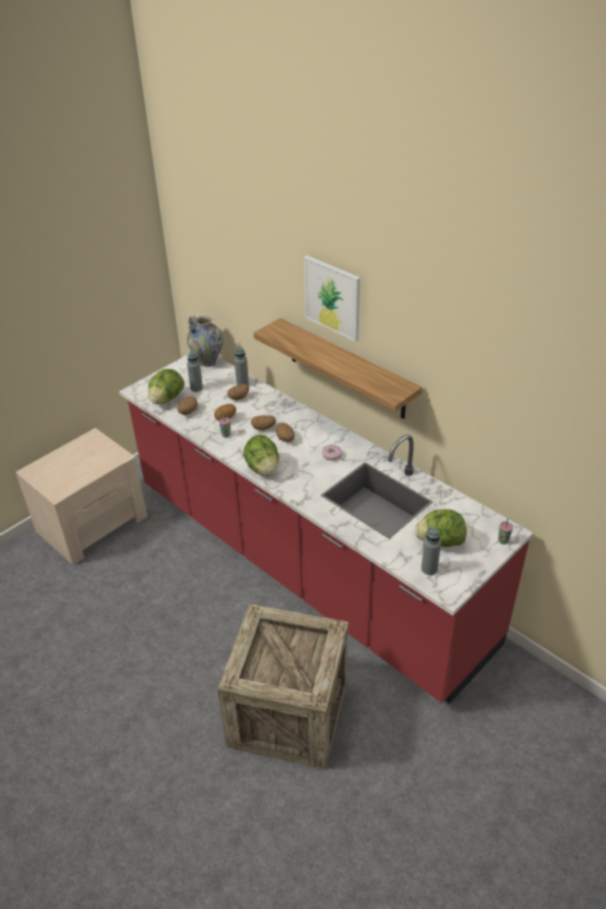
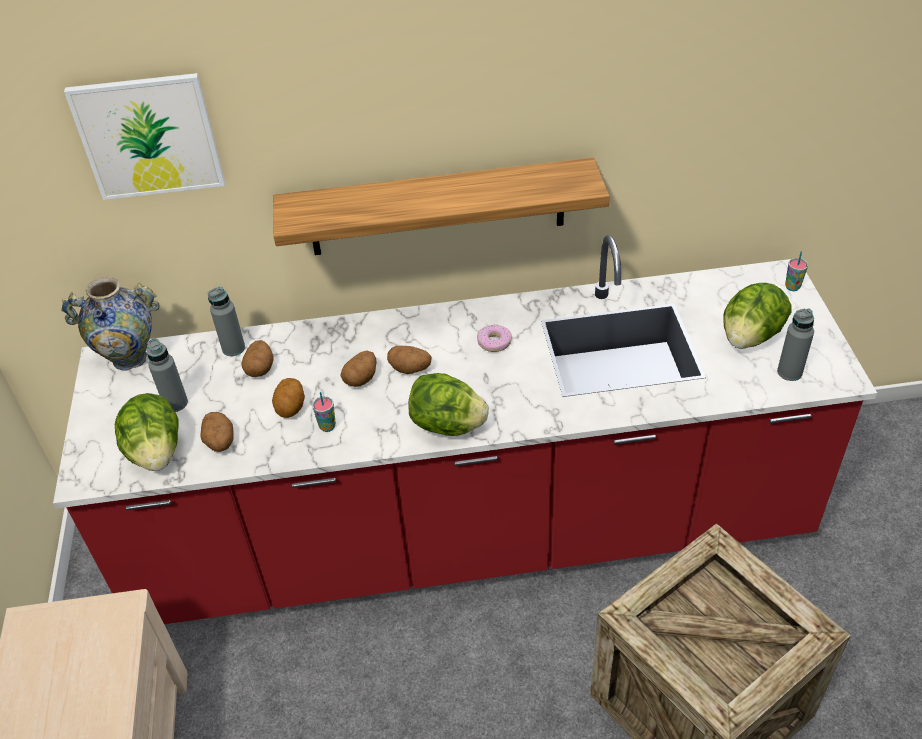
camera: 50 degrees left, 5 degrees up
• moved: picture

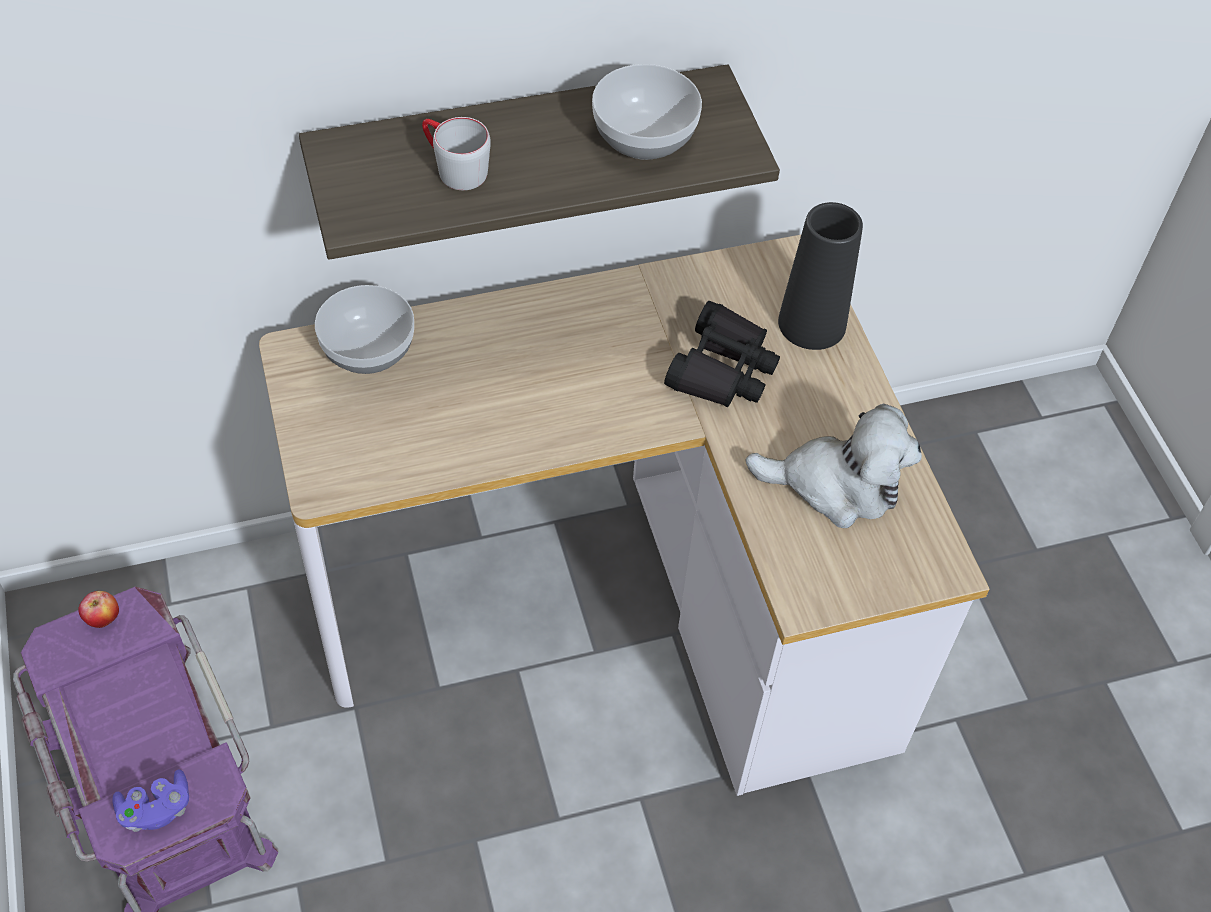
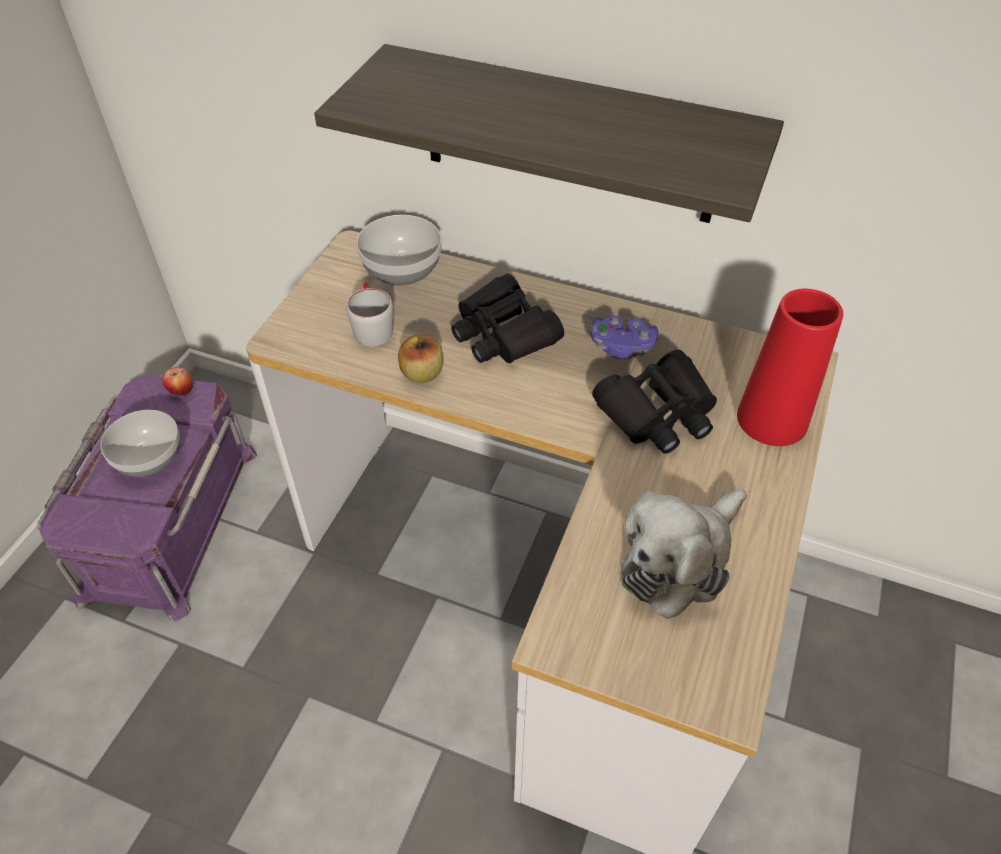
camera: 40 degrees right, 5 degrees down
• moved: purple game controller
• moved: grey mug
• moved: bowl (2nd from left in the first image) to bowl (1st from left)
• turned: plush toy 90 degrees clockwise
• recoloured: black vase to red vase
• added: apple (2nd from left)
• added: black binoculars (1st from left)

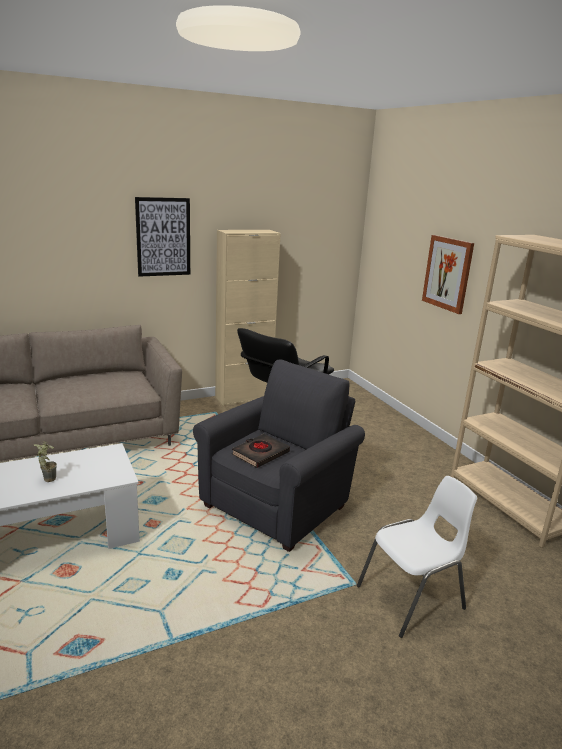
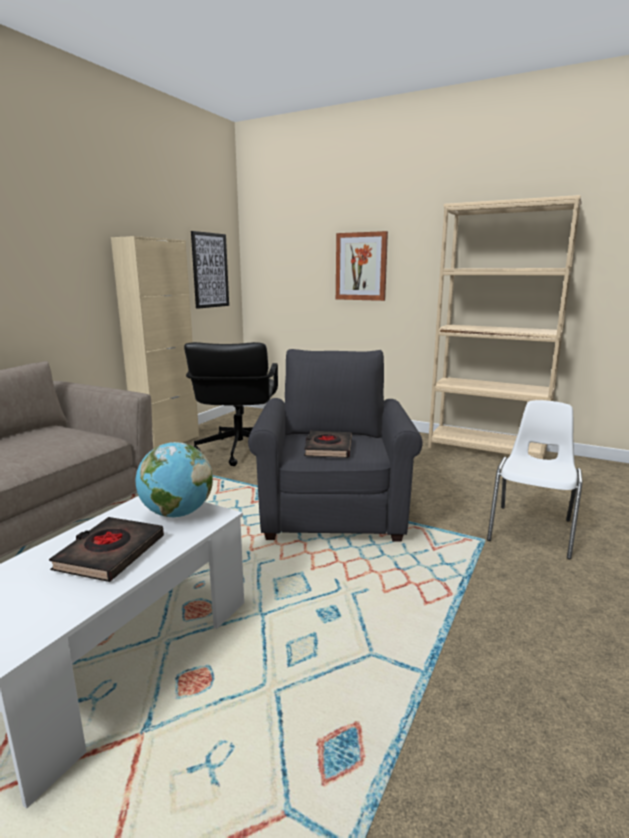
camera: 35 degrees left, 5 degrees down
• replaced: potted plant to black book (1st from left)
• moved: picture (1st from left)
• added: globe

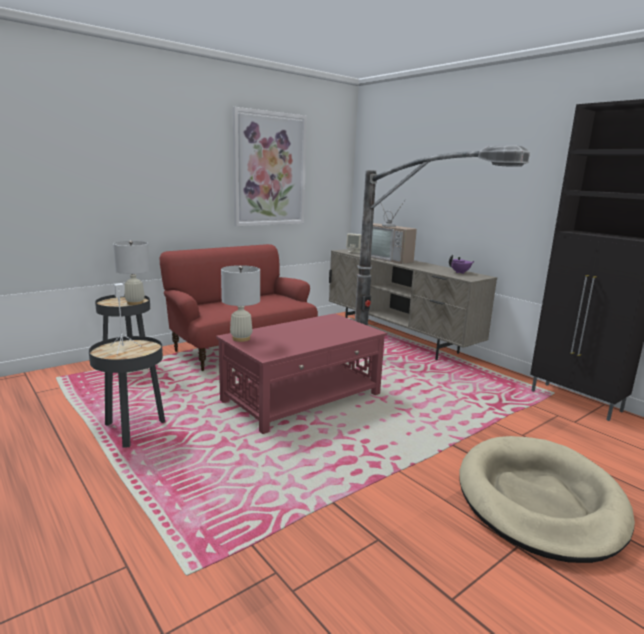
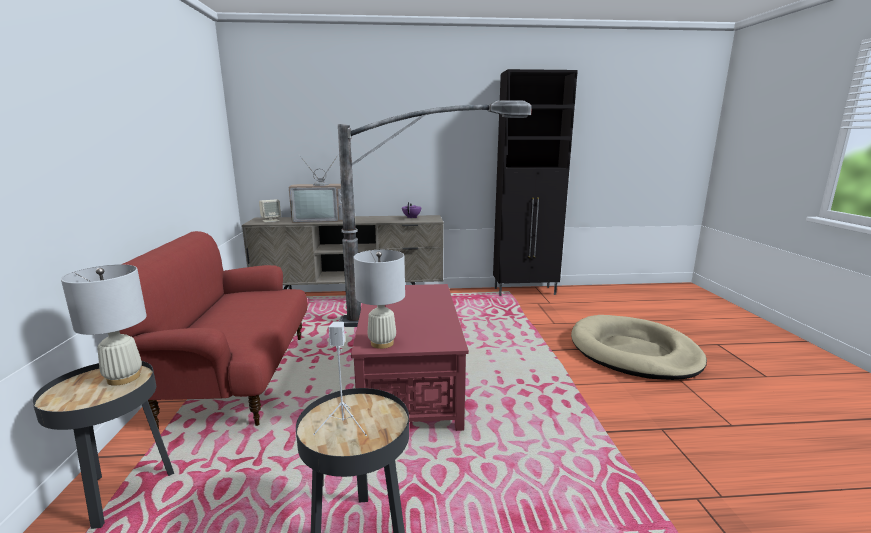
camera: 55 degrees left, 0 degrees up
• removed: picture

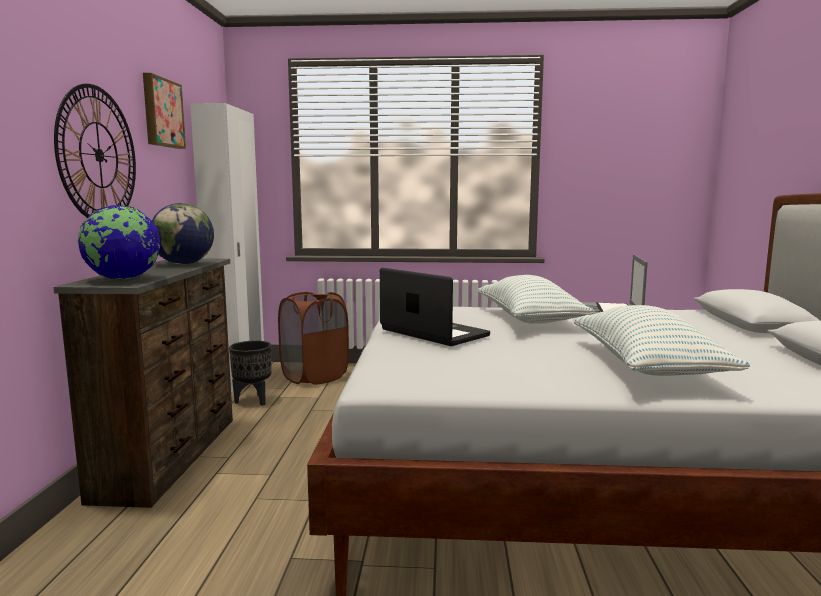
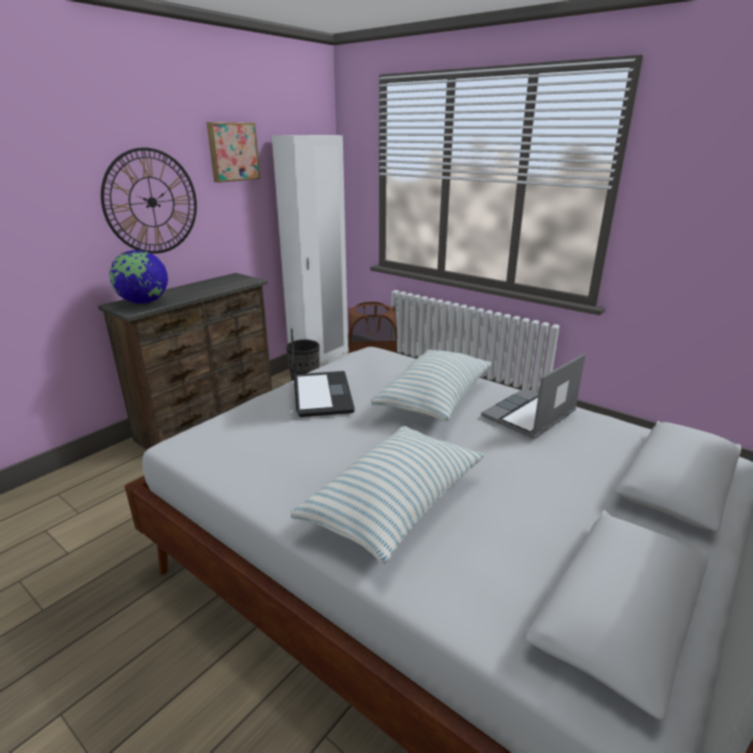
camera: 35 degrees right, 15 degrees up
• removed: globe (2nd from left)

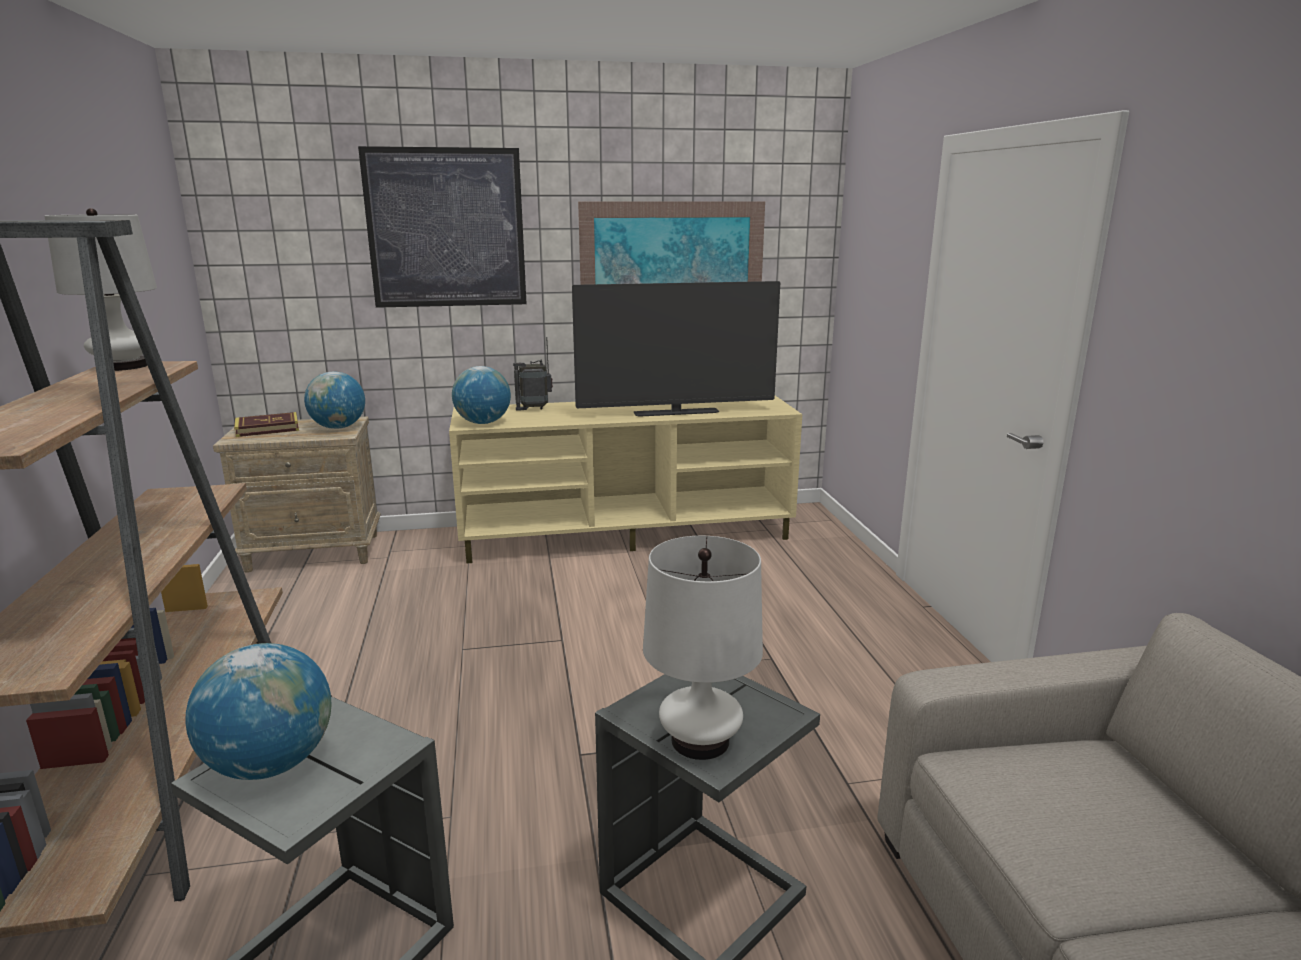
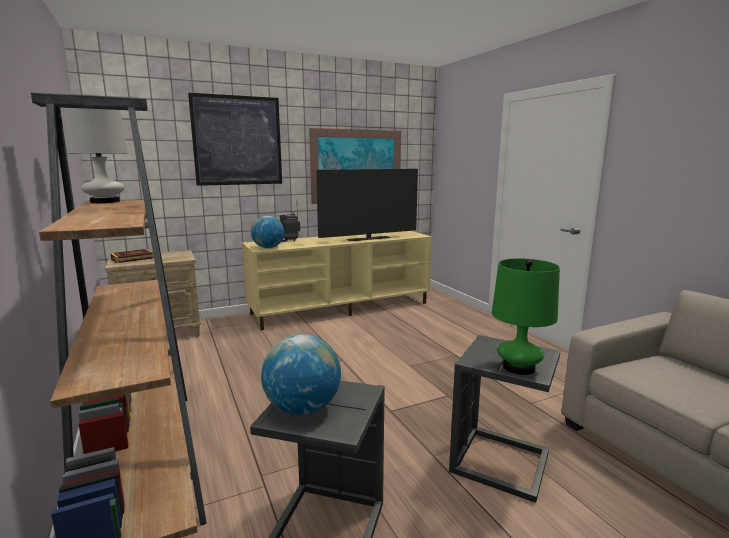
camera: 15 degrees left, 5 degrees down
• removed: globe (2nd from left)
• recoloured: white table lamp (2nd from left) to green table lamp

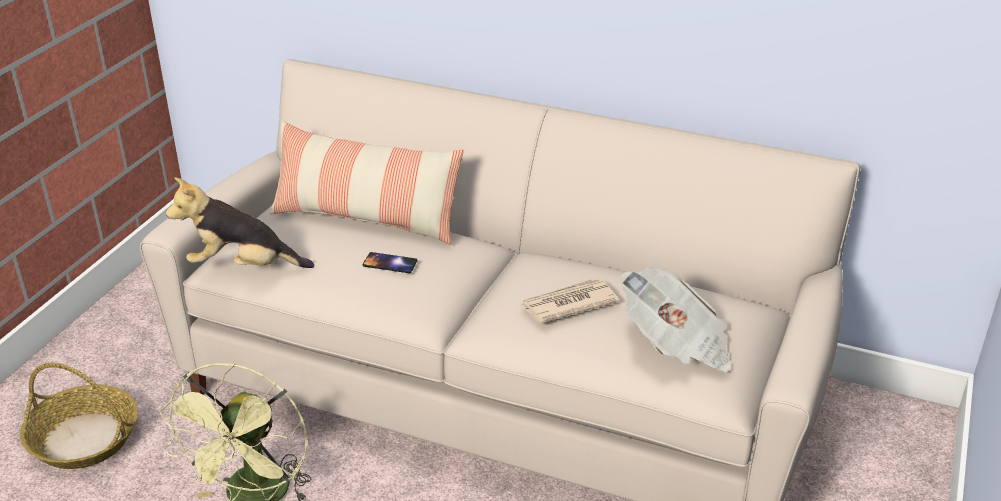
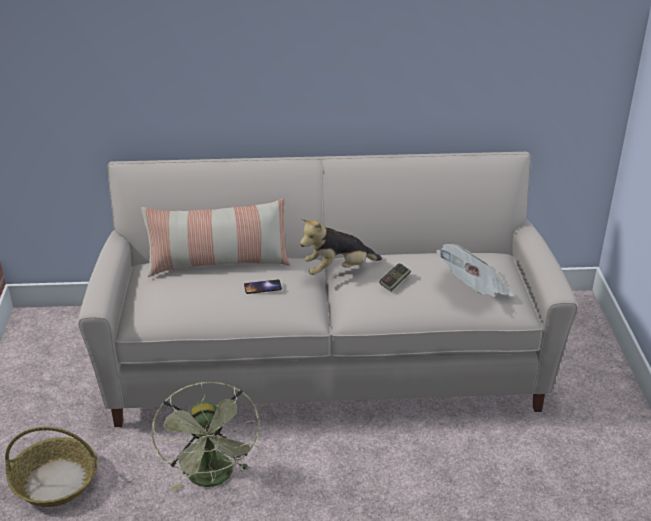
camera: 25 degrees left, 0 degrees up
• moved: plush toy
• replaced: newspaper (1st from left) to game controller

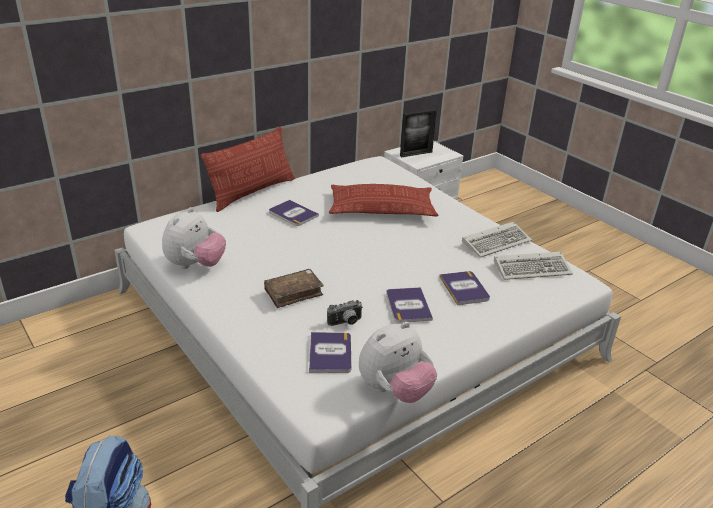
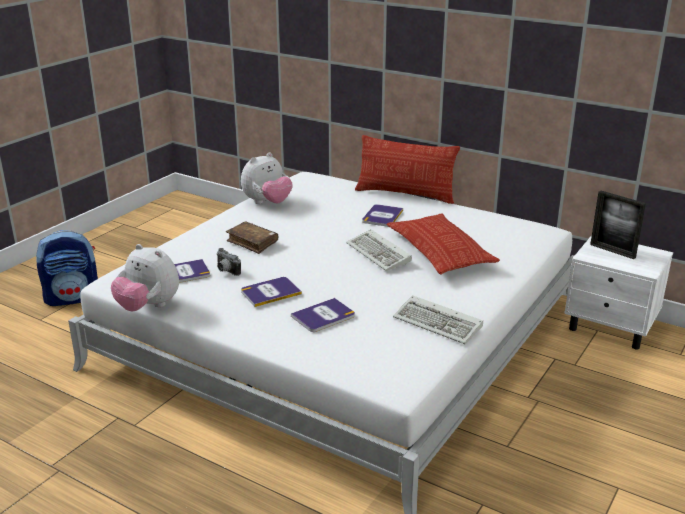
camera: 70 degrees right, 5 degrees down
• turned: plush toy (1st from left in the first image) 45 degrees counterclockwise
• moved: keyboard (2nd from left in the first image) to keyboard (1st from left)

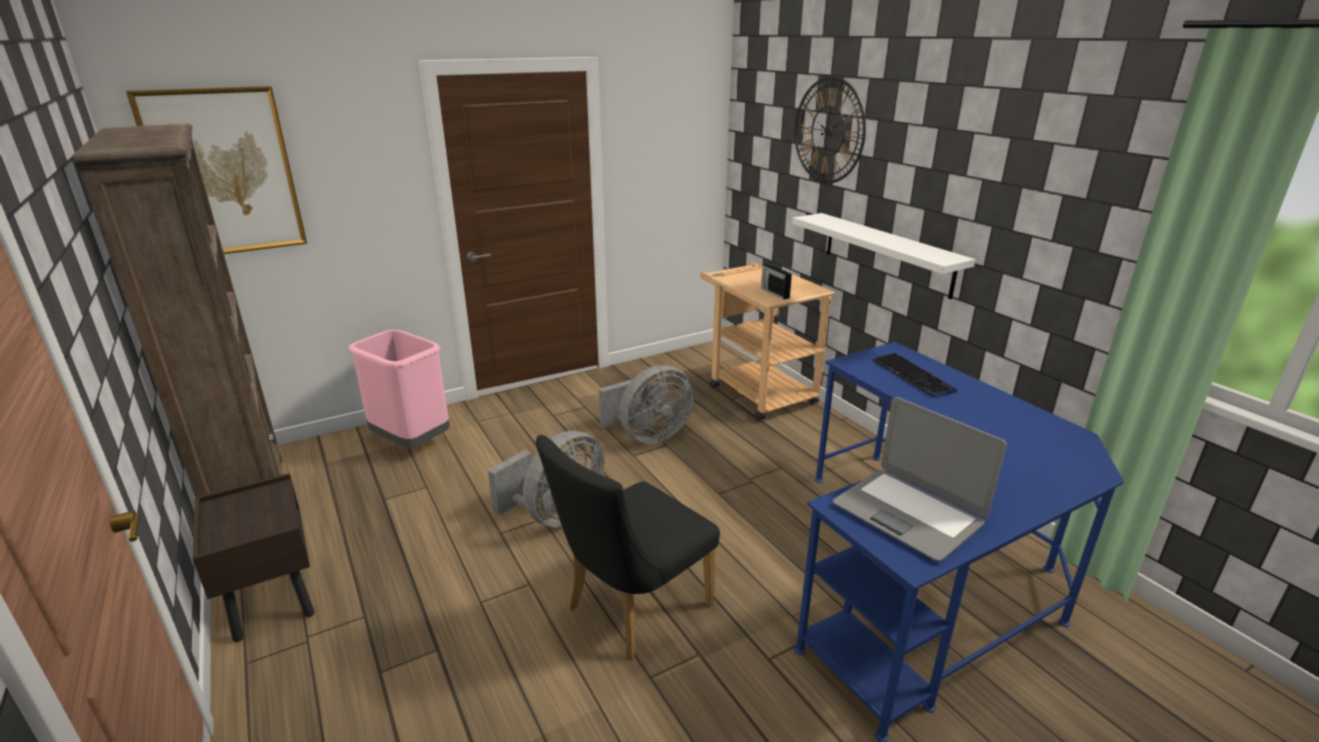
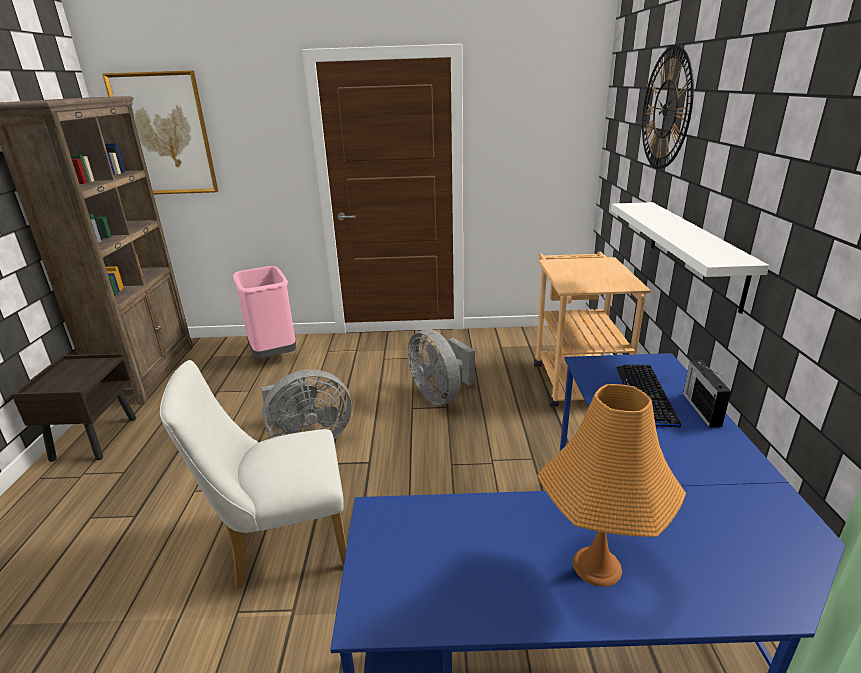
camera: 30 degrees right, 0 degrees up
• recoloured: black chair to white chair
• turned: grey fan (2nd from left) 60 degrees clockwise
• moved: radio
• removed: laptop
• added: orange table lamp

